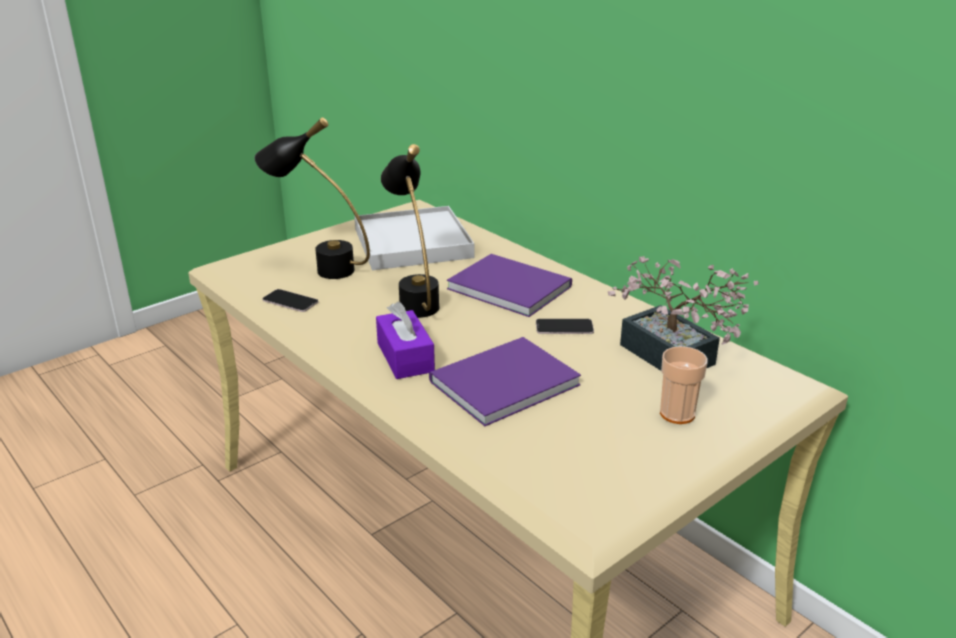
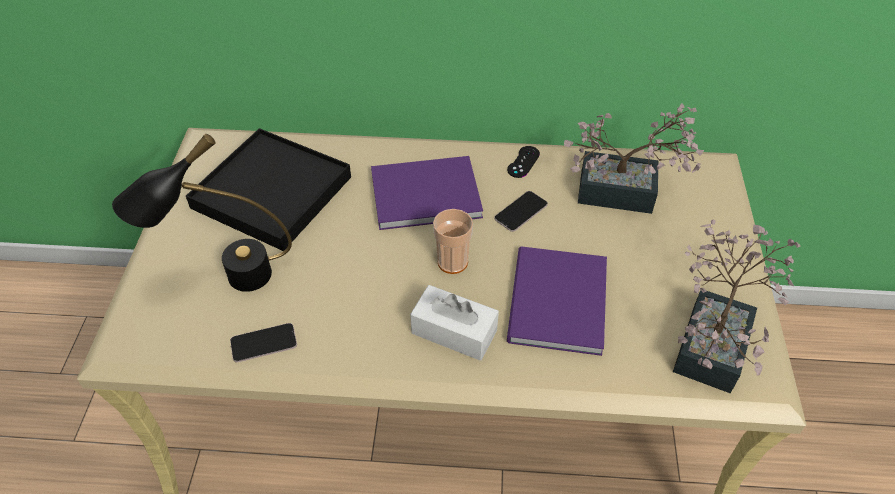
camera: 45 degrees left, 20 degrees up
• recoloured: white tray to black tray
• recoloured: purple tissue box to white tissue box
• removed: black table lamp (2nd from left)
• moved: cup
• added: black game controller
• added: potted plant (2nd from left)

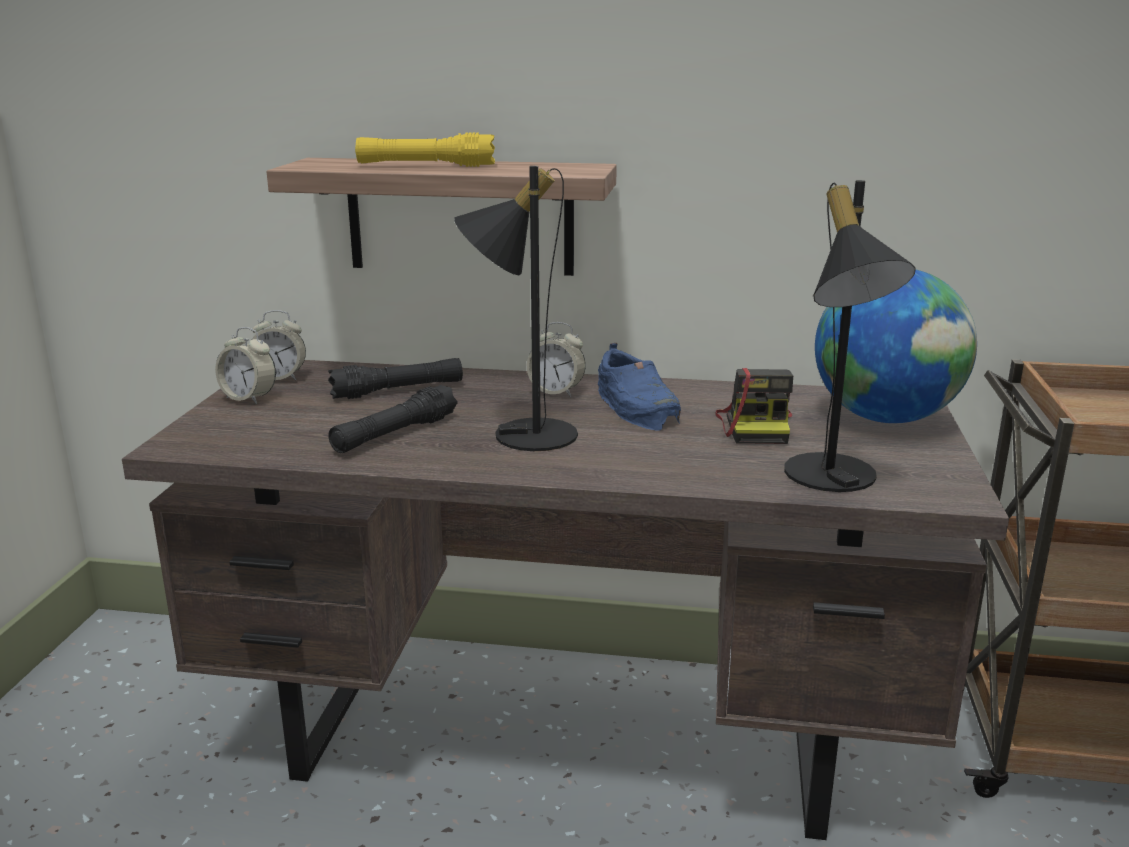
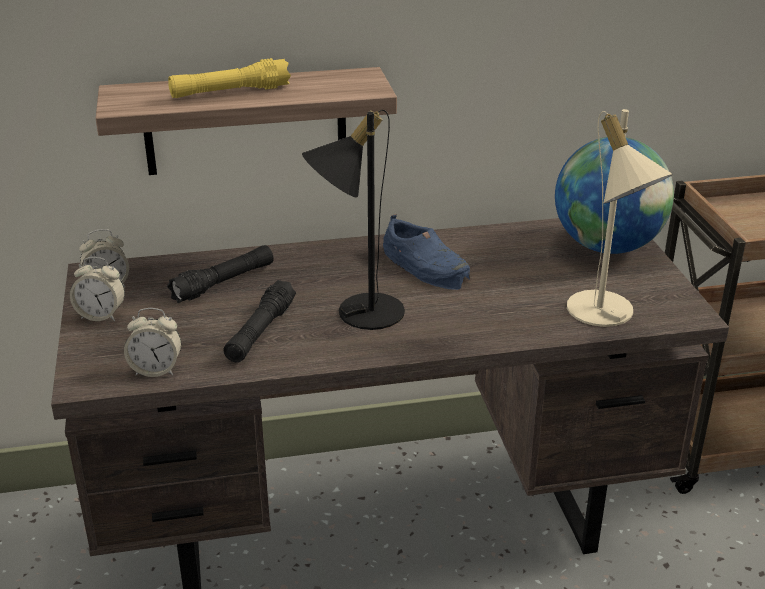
camera: 20 degrees left, 10 degrees up
• moved: alarm clock (3rd from left)
• removed: photo camera
• recoloured: black table lamp (2nd from left) to beige table lamp

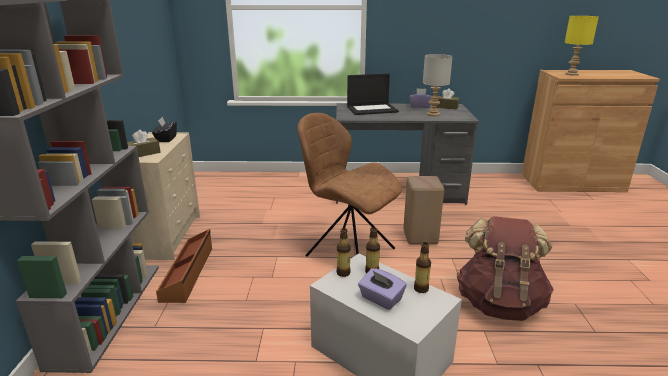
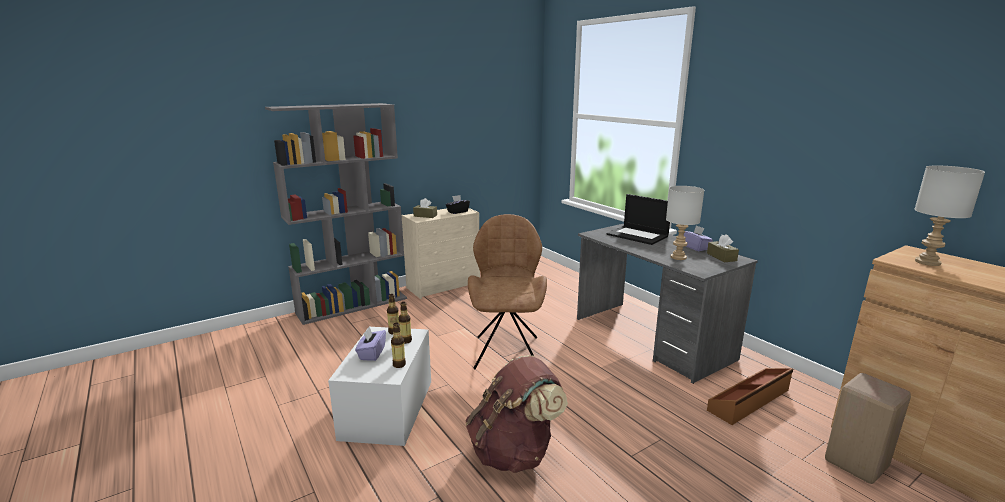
camera: 55 degrees right, 5 degrees down
• moved: brown storage box
• moved: beige stool
• recoloured: yellow table lamp to grey table lamp (2nd from left)

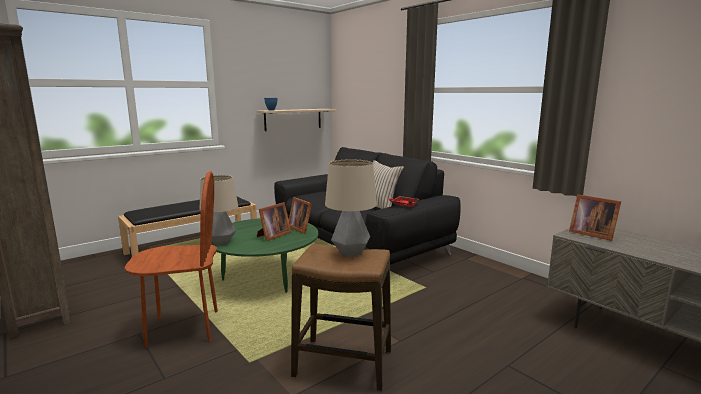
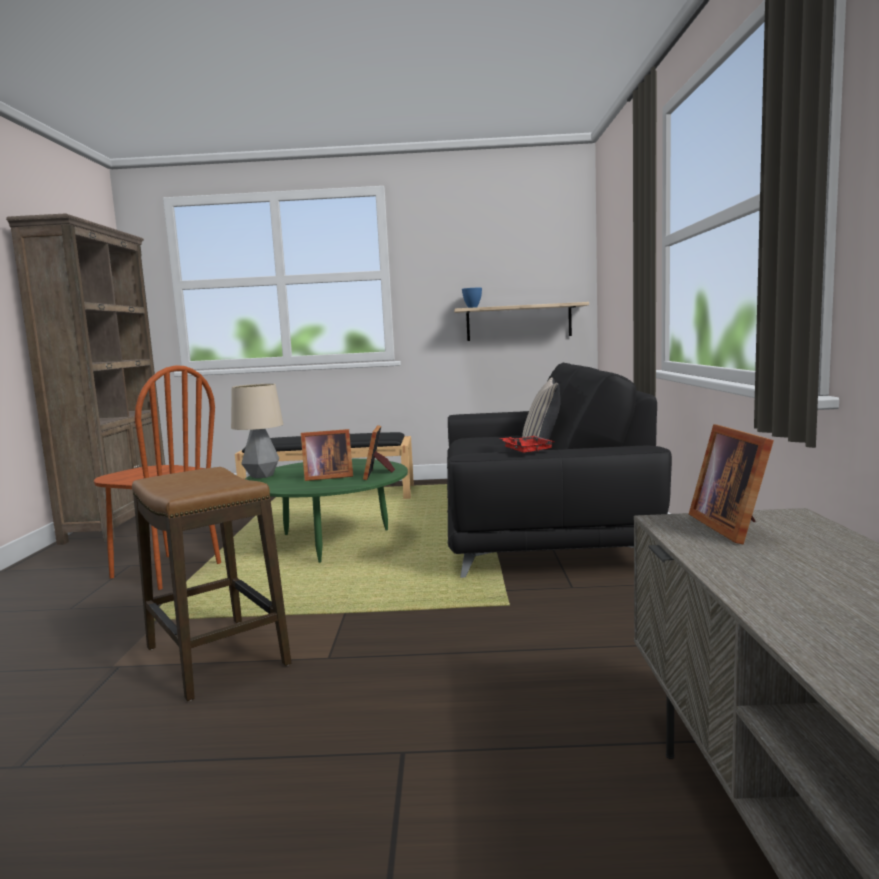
camera: 40 degrees right, 5 degrees down
• removed: table lamp (2nd from left)

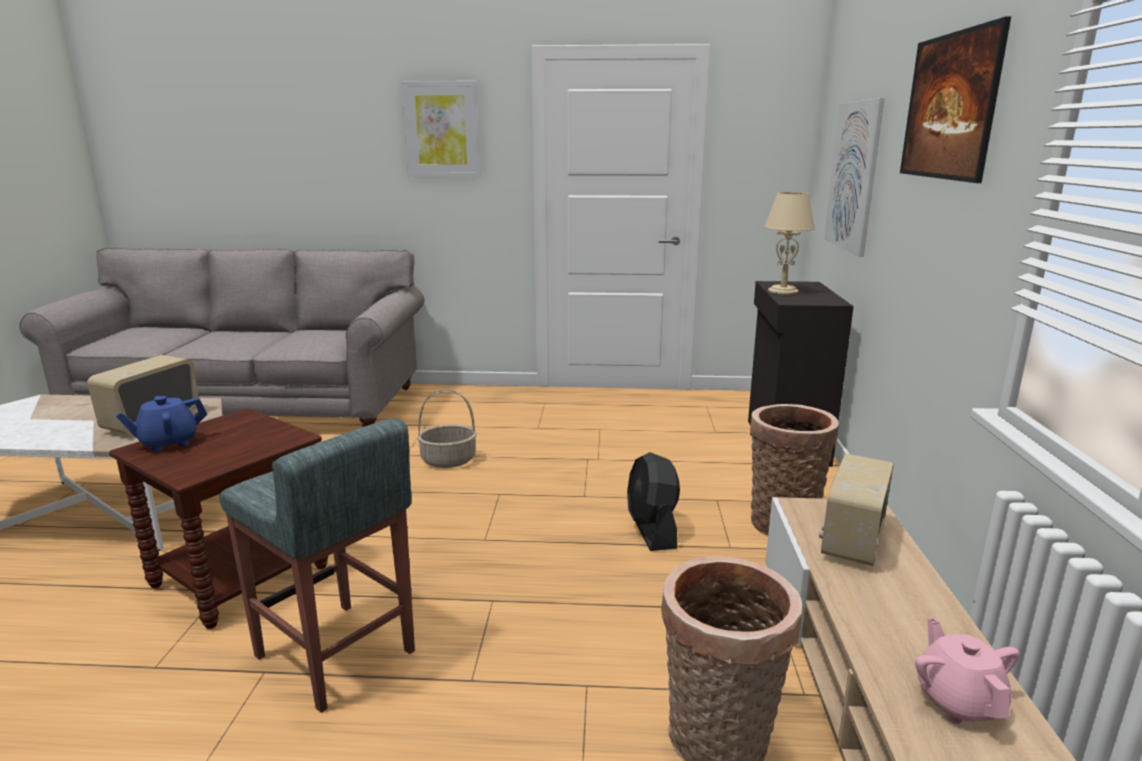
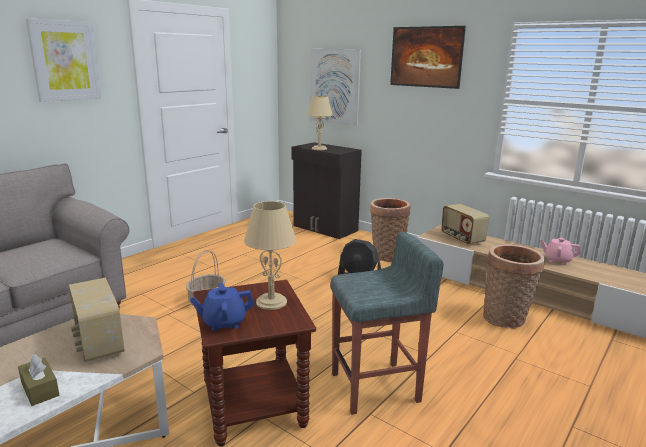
camera: 55 degrees left, 0 degrees up
• turned: blue teapot 75 degrees clockwise
• added: brown tissue box
• added: beige table lamp (1st from left)

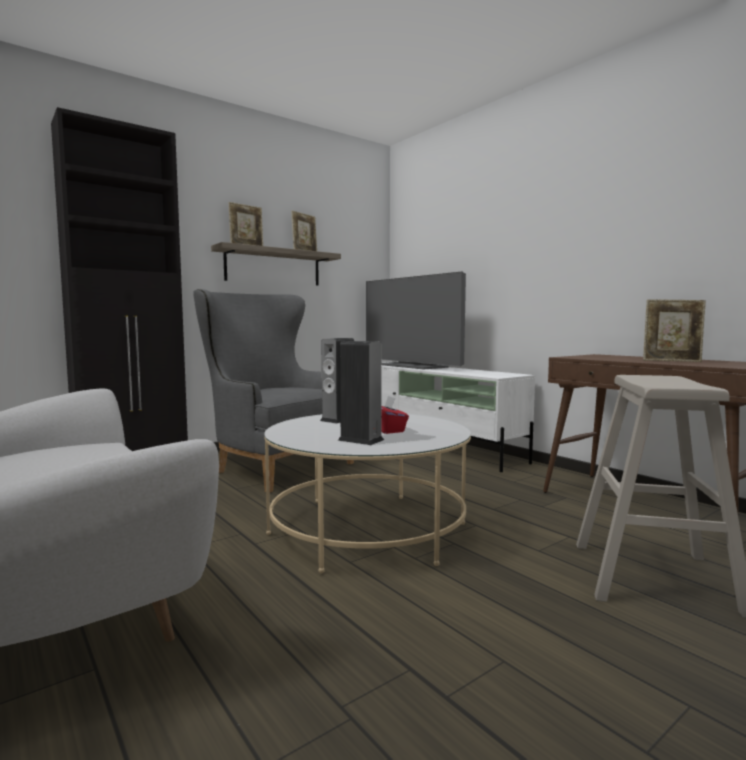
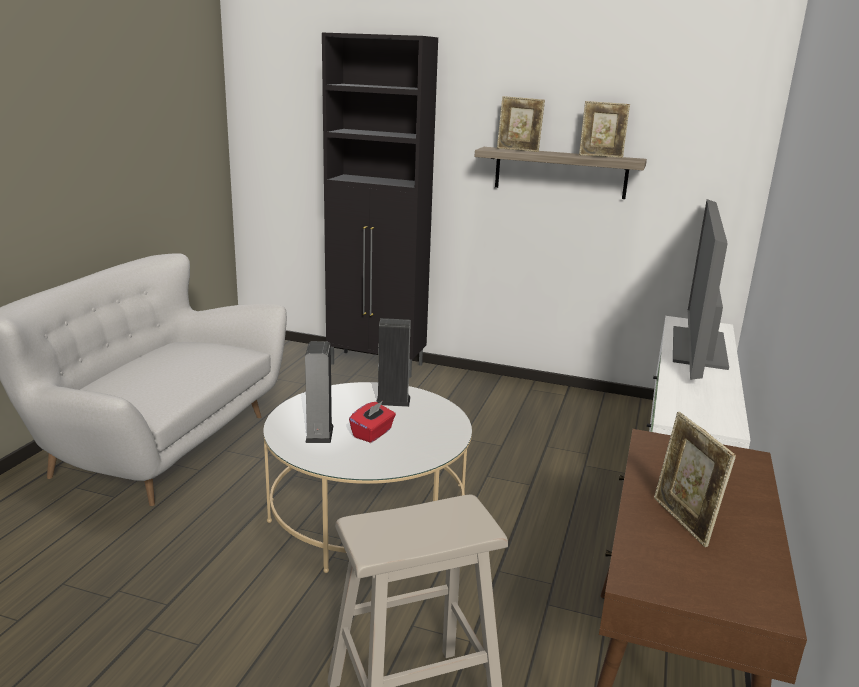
camera: 55 degrees right, 15 degrees up
• removed: grey armchair

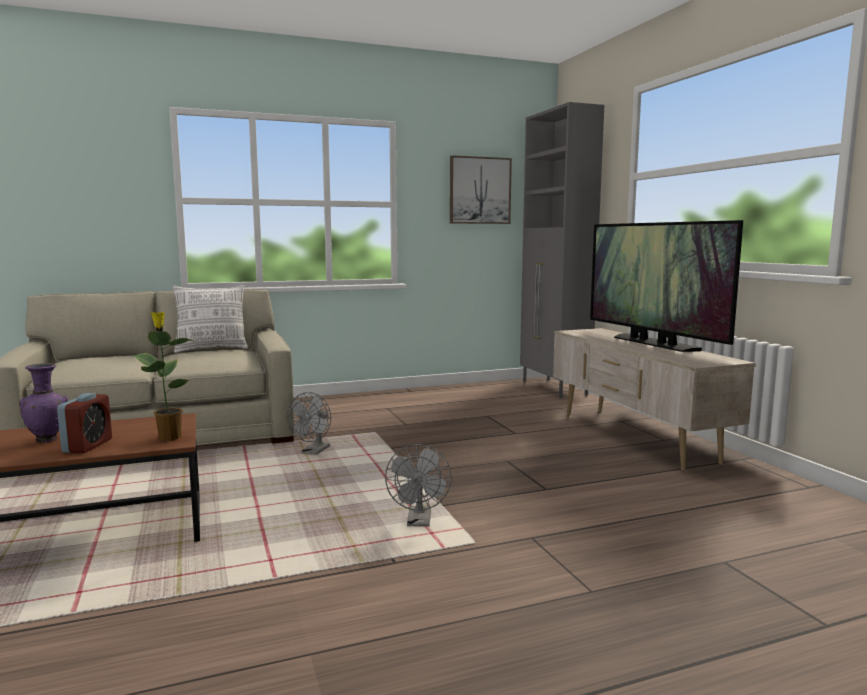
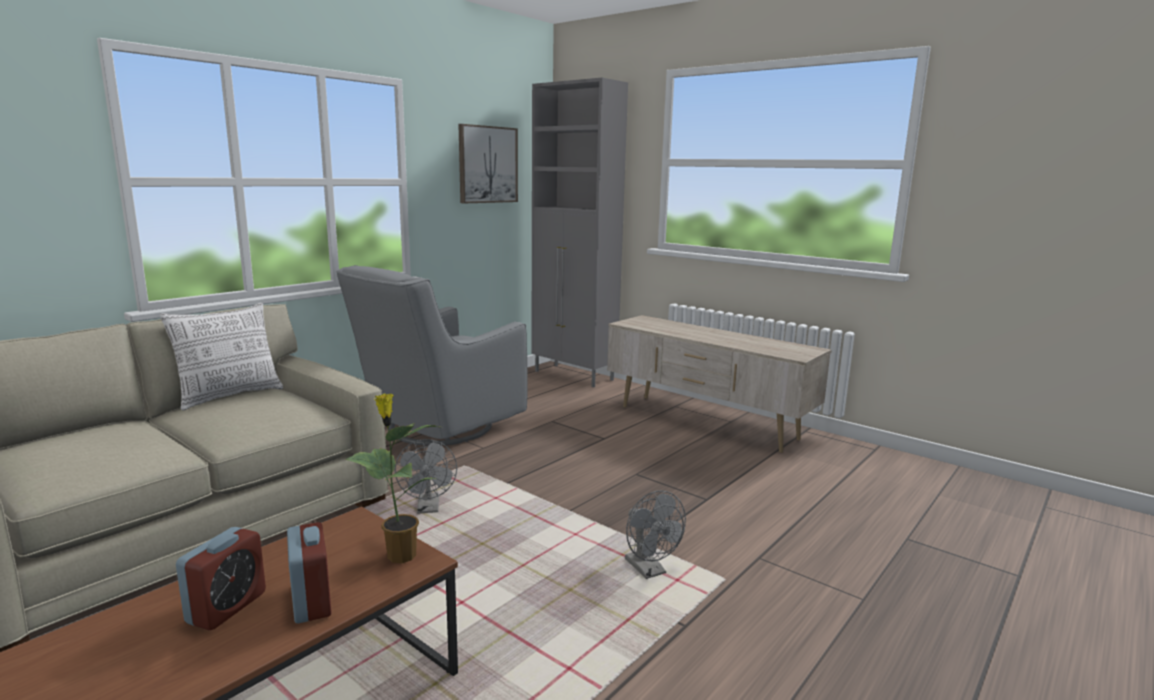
camera: 30 degrees left, 5 degrees up
• replaced: purple vase to alarm clock (1st from left)
• removed: television
• added: grey armchair

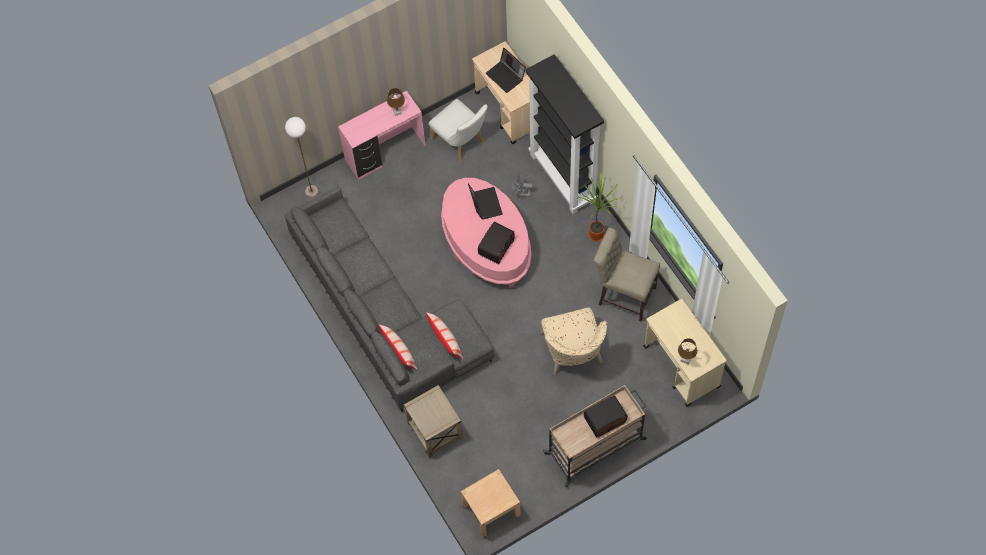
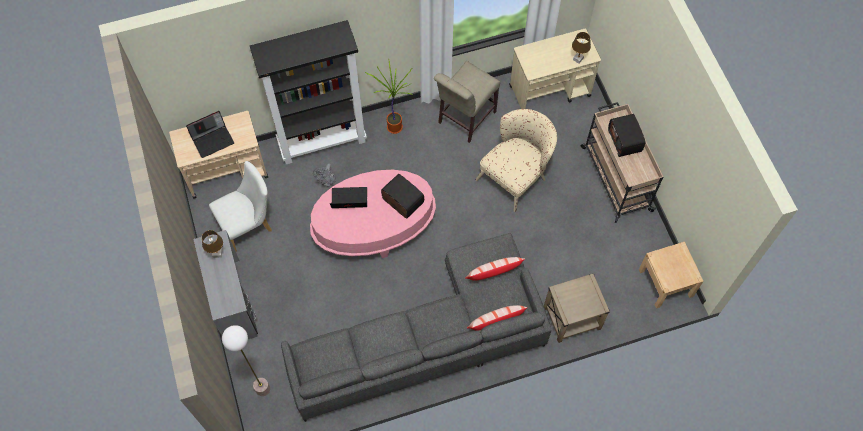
camera: 80 degrees left, 0 degrees up
• recoloured: pink desk to grey desk
• turned: beige armchair 45 degrees counterclockwise

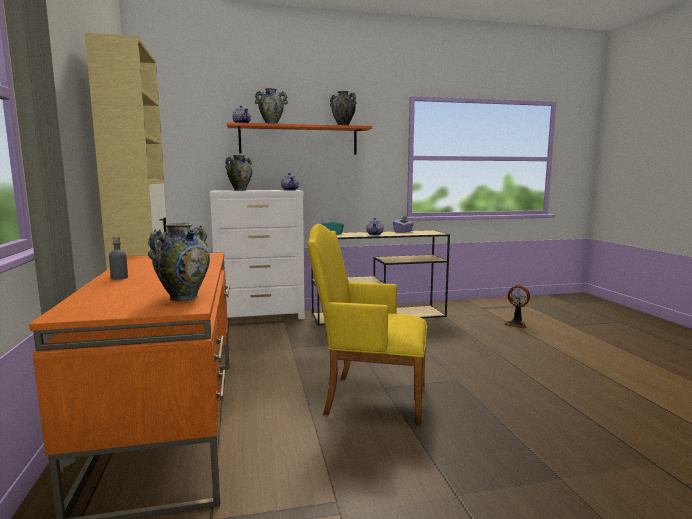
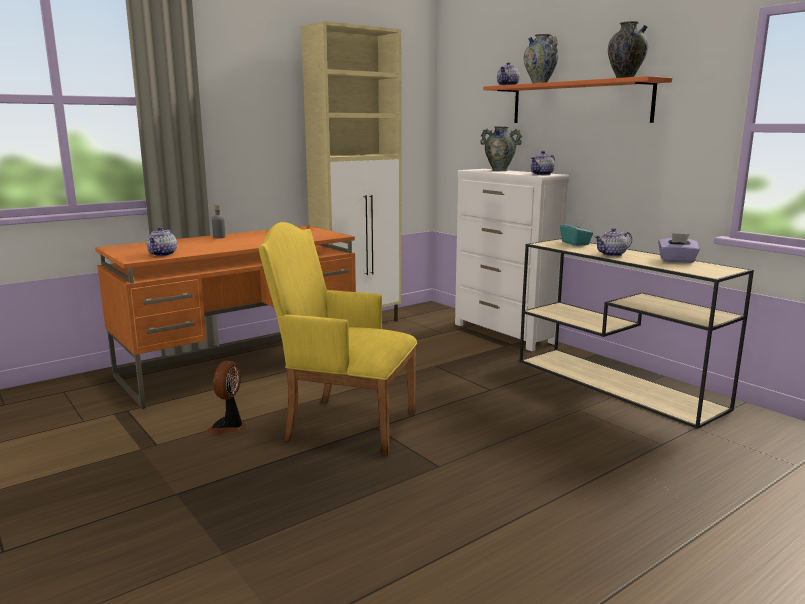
camera: 65 degrees right, 5 degrees up
• replaced: vase (1st from left) to teapot (1st from left)
• turned: yellow armchair 60 degrees counterclockwise
• moved: fan

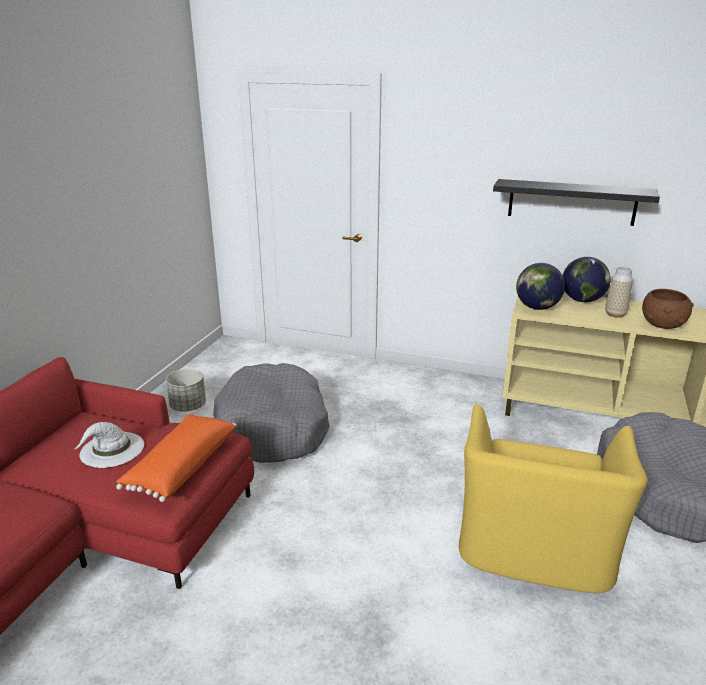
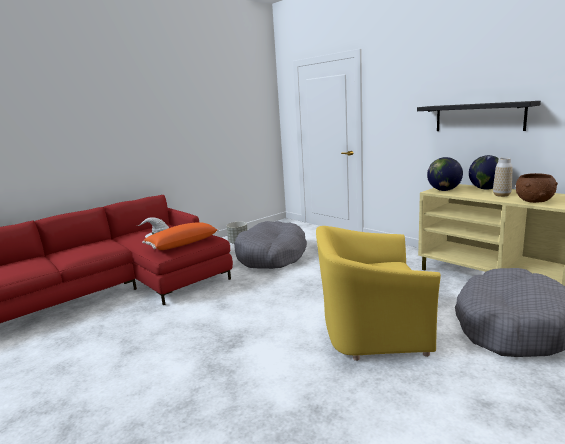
camera: 30 degrees right, 10 degrees down
• turned: yellow armchair 45 degrees clockwise

